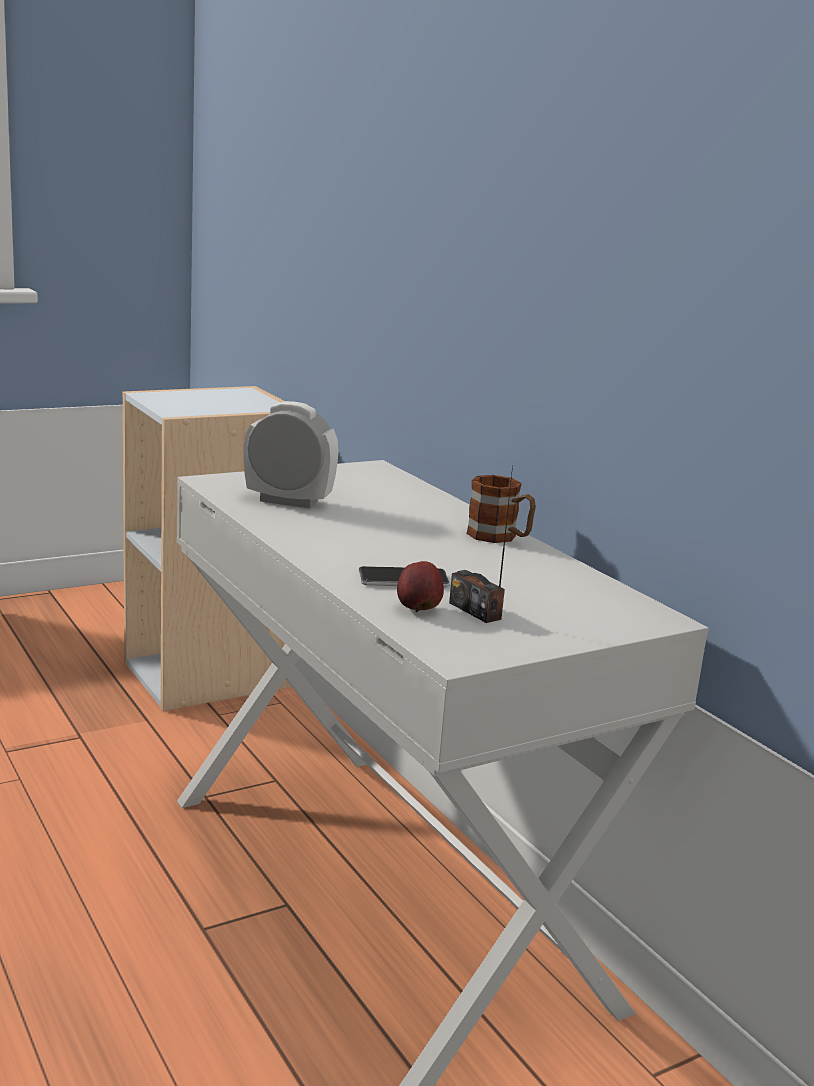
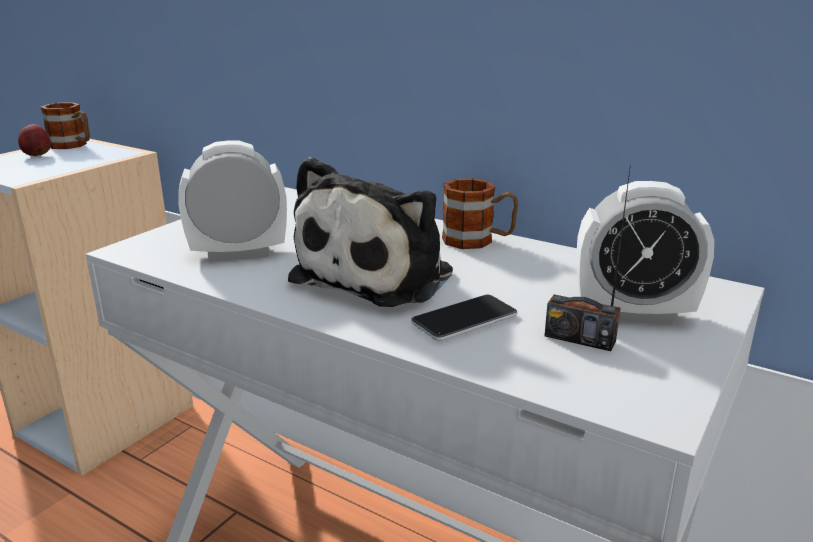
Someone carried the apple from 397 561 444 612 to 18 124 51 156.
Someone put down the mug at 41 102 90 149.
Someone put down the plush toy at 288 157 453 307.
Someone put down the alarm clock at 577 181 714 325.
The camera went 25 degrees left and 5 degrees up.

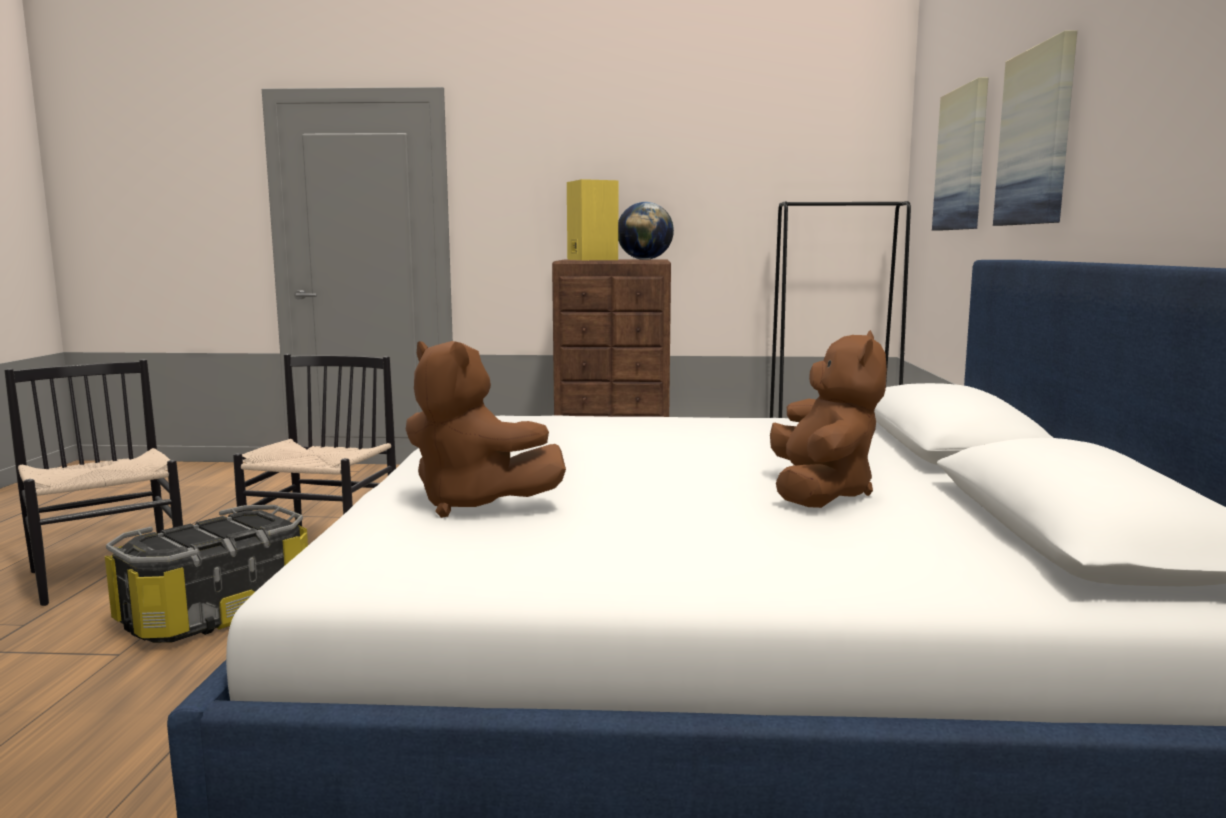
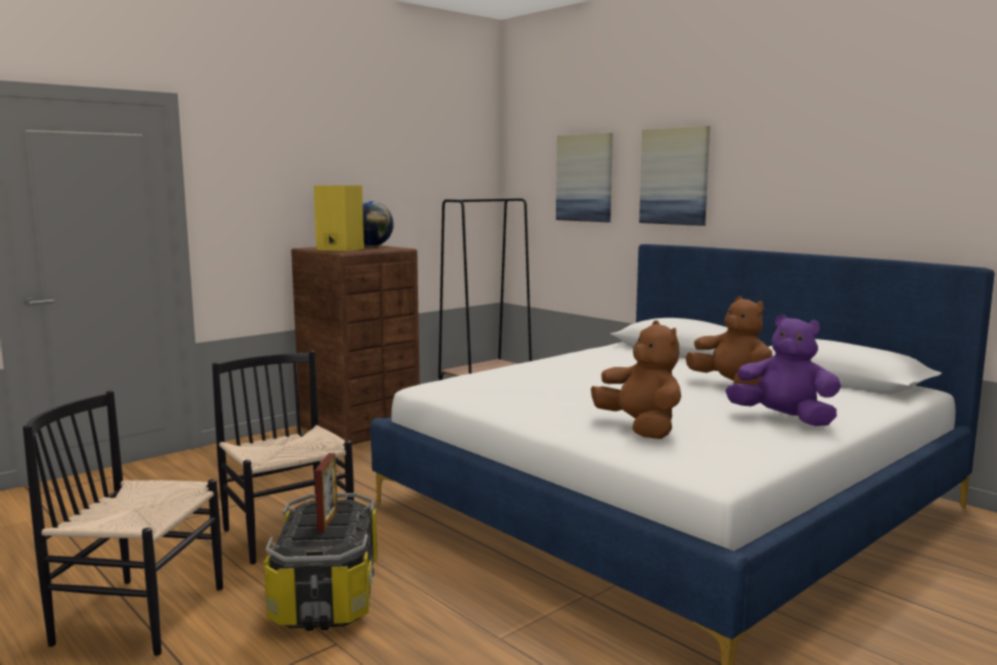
Someone rotated the plush toy in brown at 406 341 566 518 by 105 degrees counterclockwise.
Someone put down the plush toy in purple at 725 315 841 426.
Someone put down the picture frame at 315 453 338 532.
The camera went 45 degrees left and 0 degrees up.

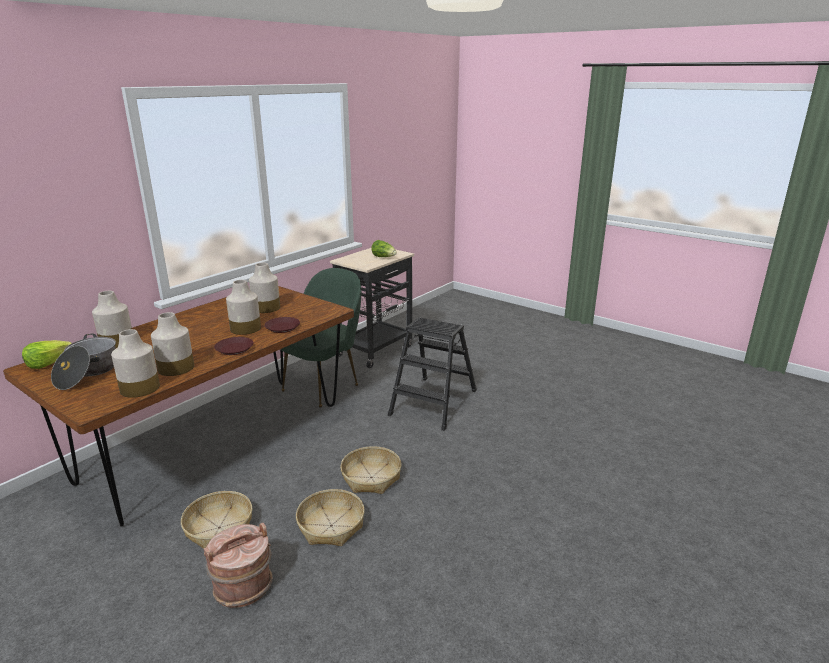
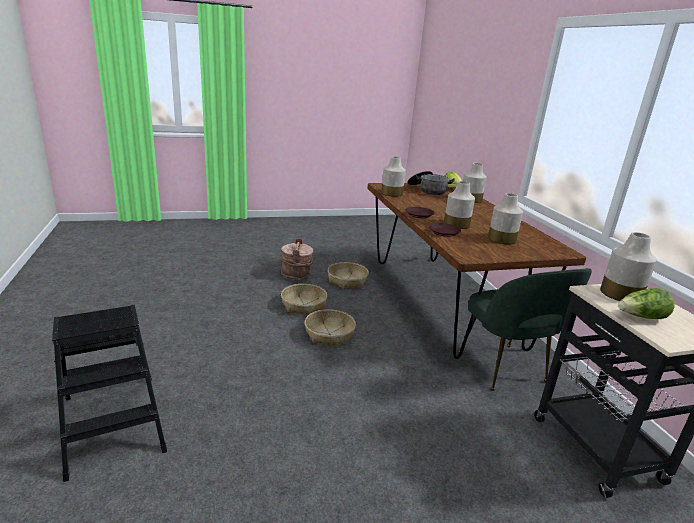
Someone carried the vase in beige from 151 312 194 376 to 600 232 657 301.
Someone carried the step ladder in black from 388 317 477 431 to 52 304 167 482.
The camera went 125 degrees right and 0 degrees up.

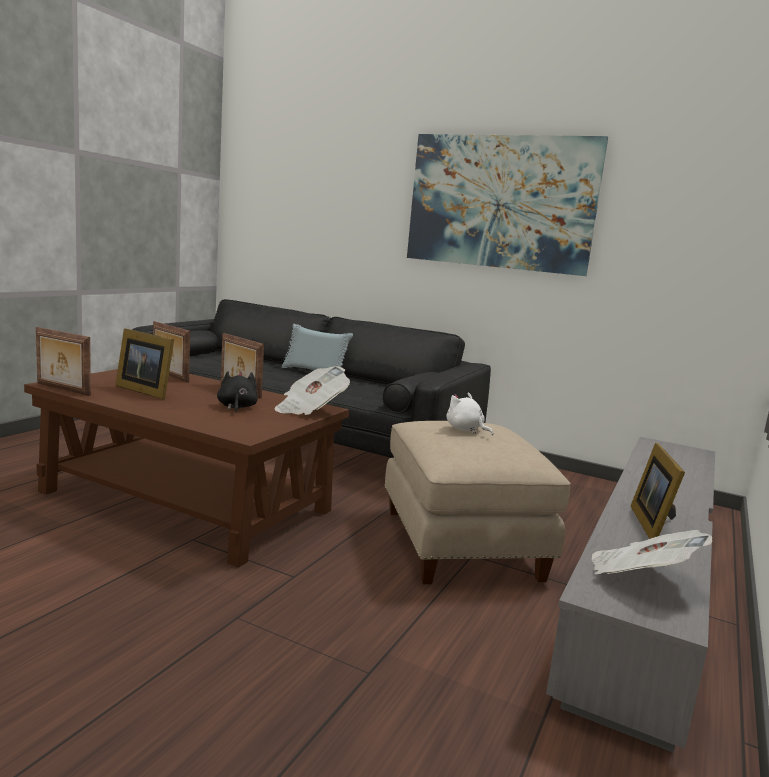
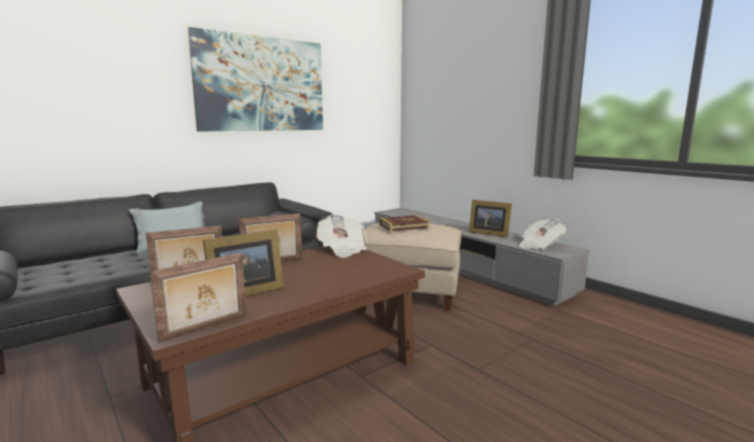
Someone took away the plush toy in black at 217 371 258 413.
Someone swapped the plush toy in white at 447 392 493 435 for the book at 379 215 429 231.
The camera went 65 degrees left and 0 degrees up.

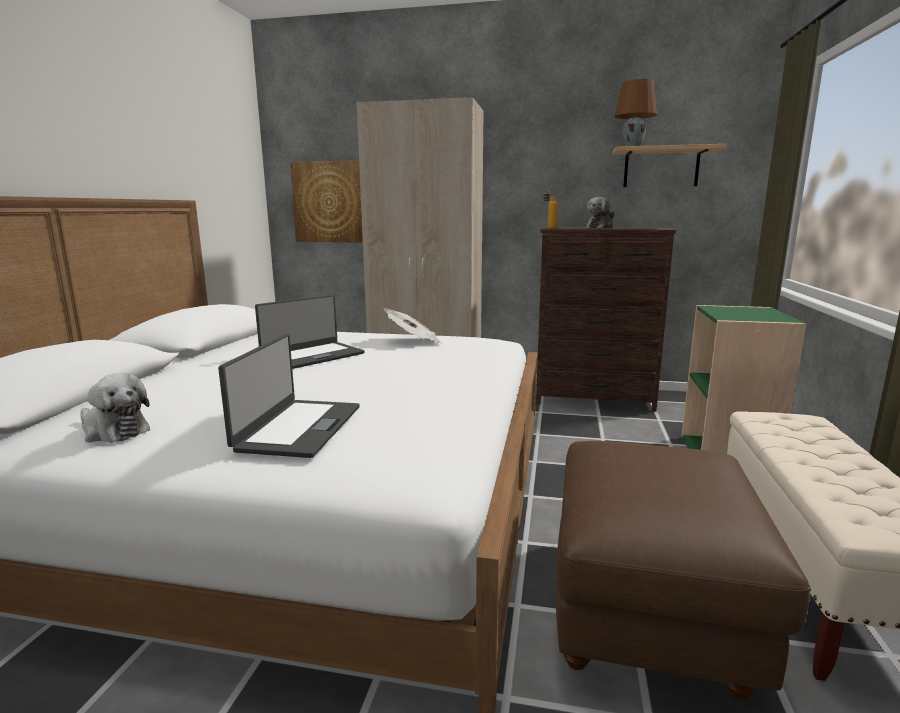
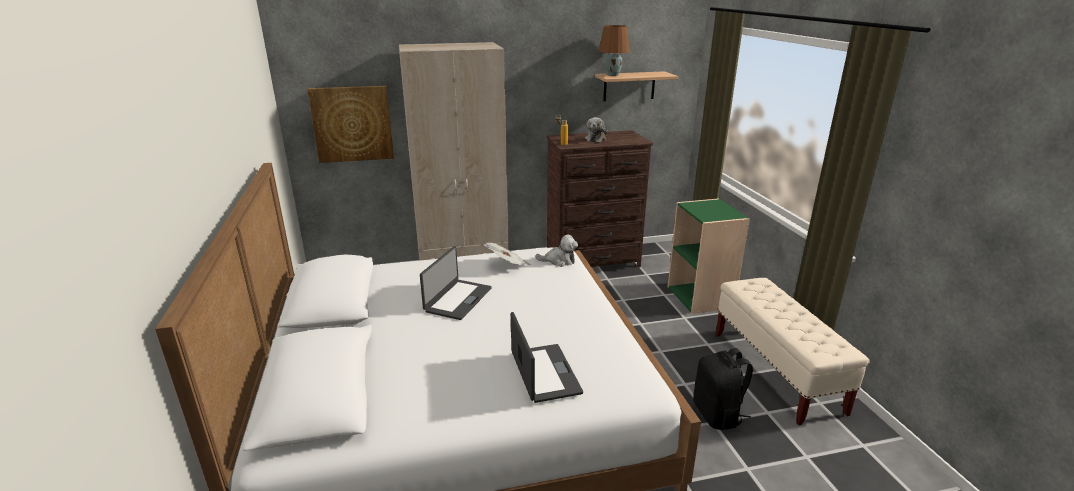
Someone carried the plush toy from 80 373 150 443 to 535 235 578 267.
Someone swapped the ottoman in brown at 555 441 810 700 for the backpack in black at 693 348 753 430.
The camera went 25 degrees left and 10 degrees up.

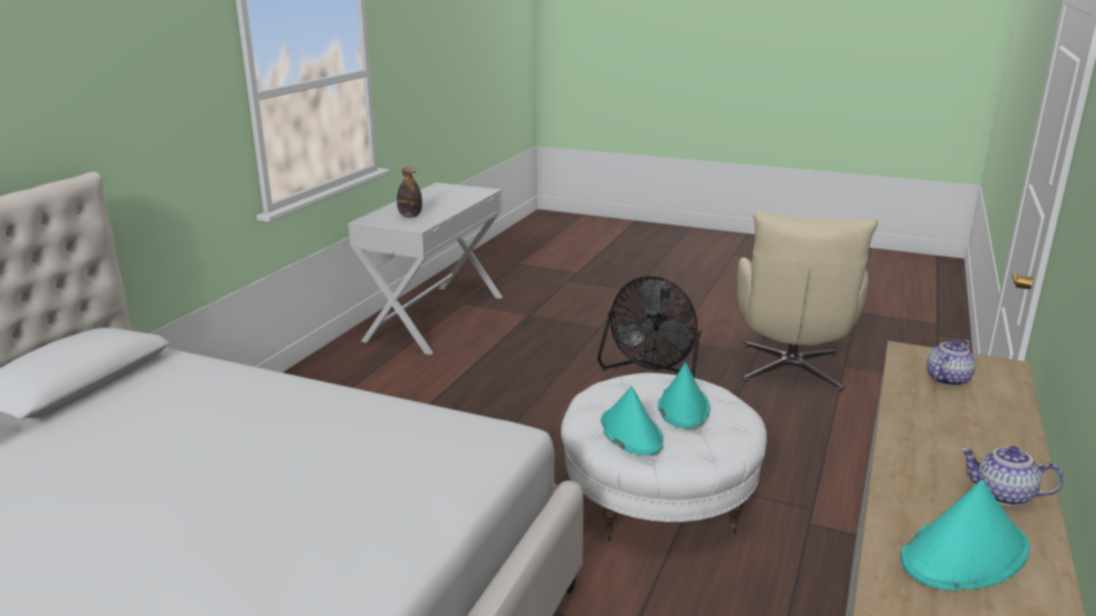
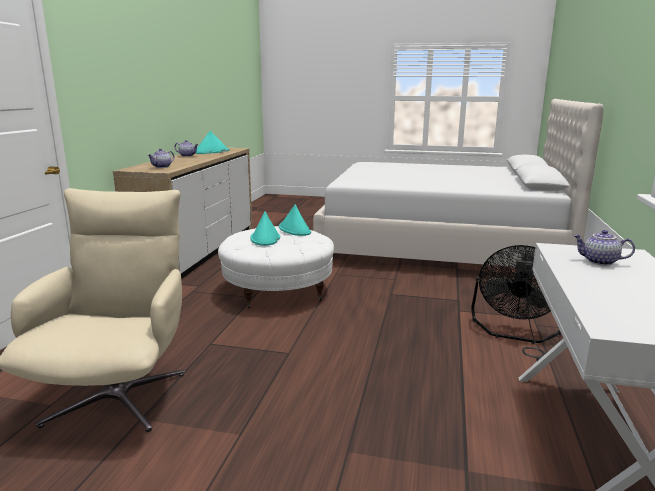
Someone swapped the bottle at 397 167 422 218 for the teapot at 573 230 635 266.
Someone carried the fan in black from 598 276 701 377 to 471 245 561 361.
The camera went 170 degrees right and 5 degrees down.

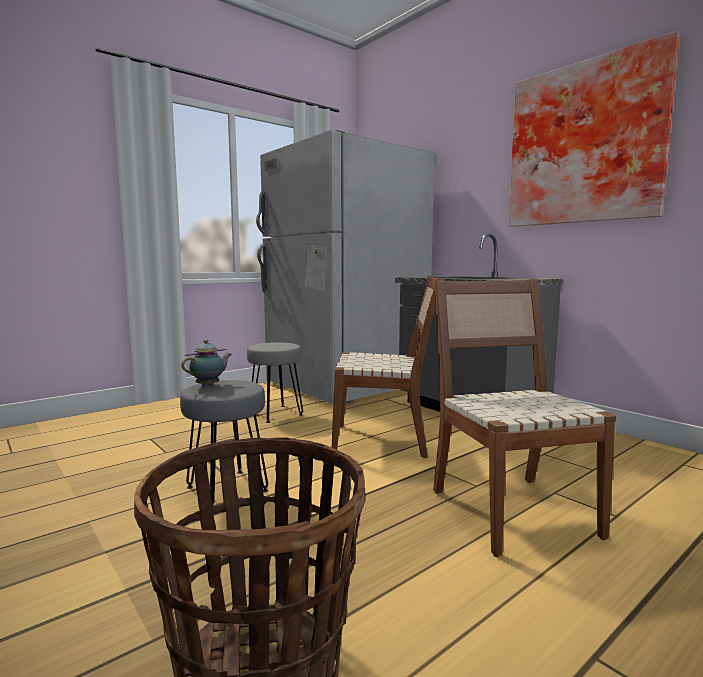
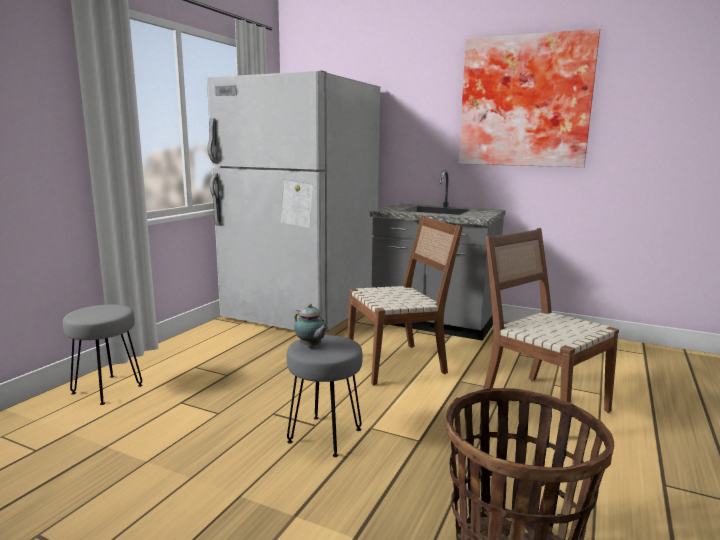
Someone rotated the teapot at 181 340 232 387 by 120 degrees clockwise.
Someone carried the stool in grey from 247 342 303 423 to 63 304 143 405.
The camera went 25 degrees left and 5 degrees up.

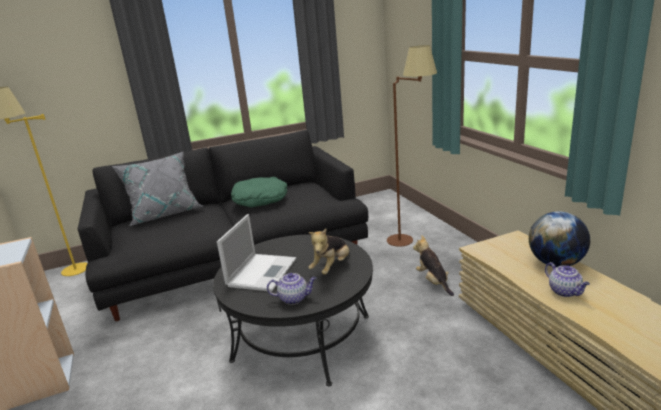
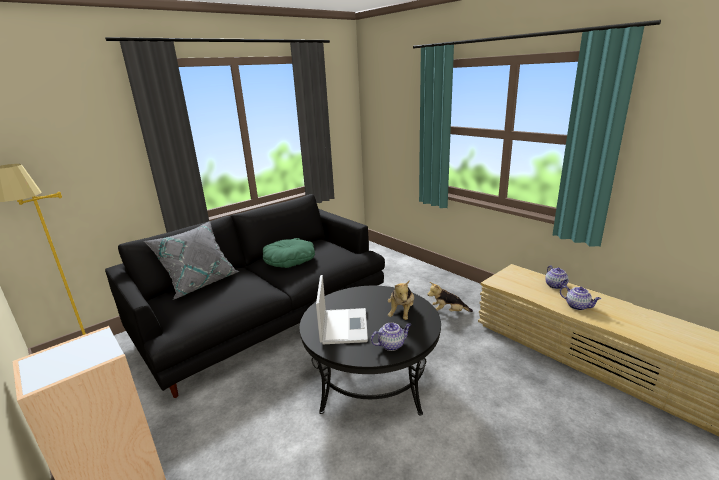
Someone took away the floor lamp in brown at 387 45 437 247.
Someone swapped the globe at 529 211 590 267 for the teapot at 545 265 569 289.
Someone rotated the plush toy at 413 235 454 296 by 45 degrees counterclockwise.
The camera went 20 degrees left and 0 degrees up.

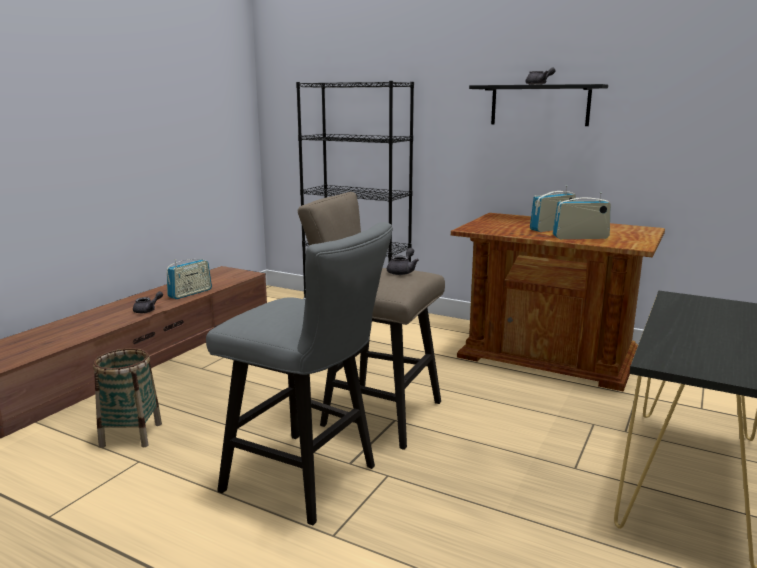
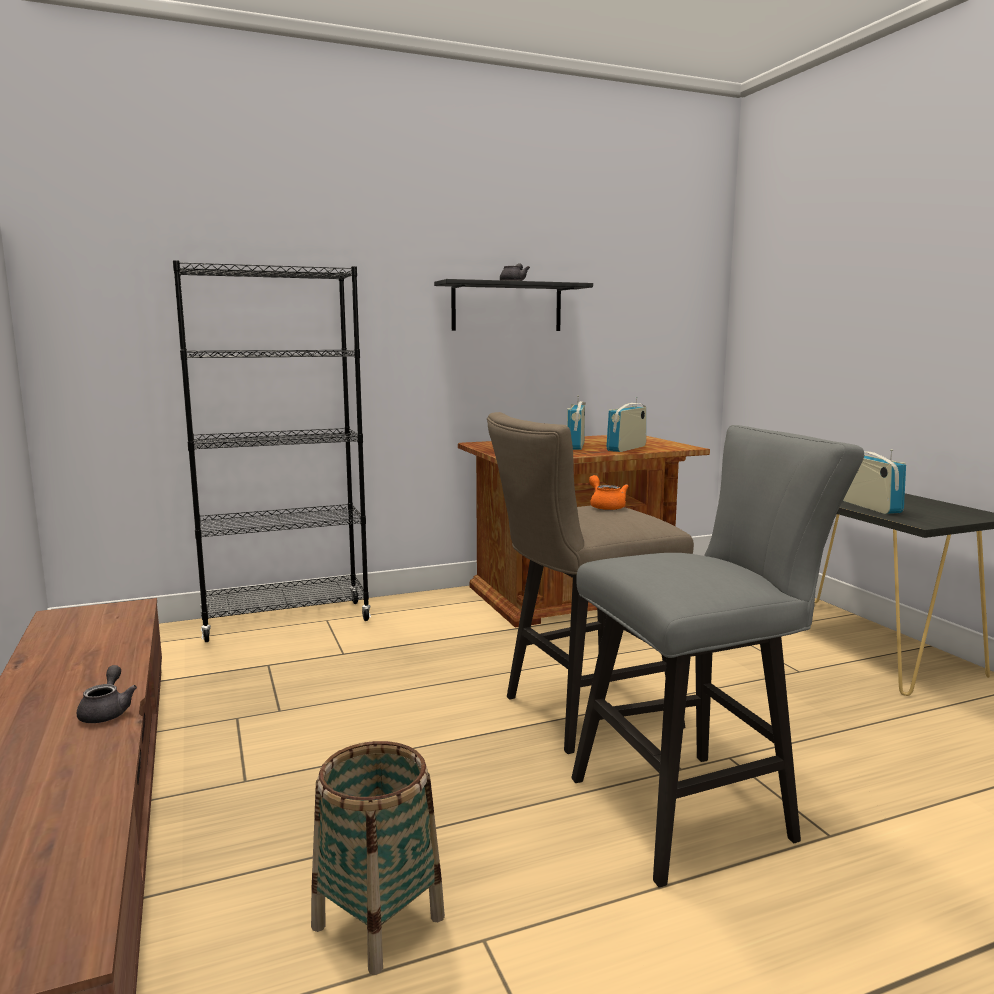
Someone repainted the teapot in grey at 387 248 419 275, which became the teapot in orange at 589 475 629 510.
Someone carried the radio from 167 259 212 299 to 843 449 906 514.
The camera went 50 degrees left and 5 degrees down.

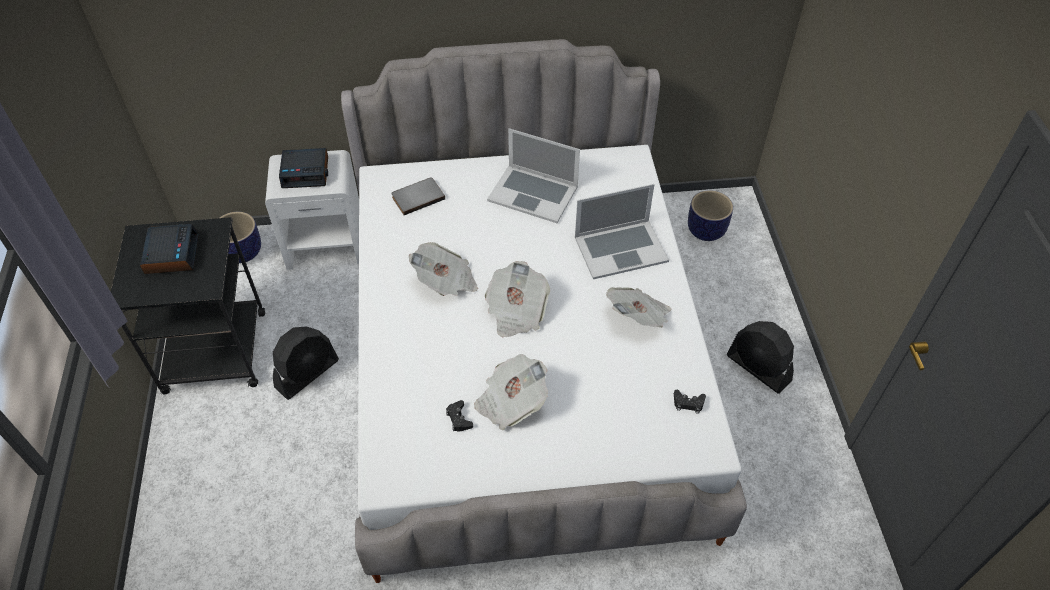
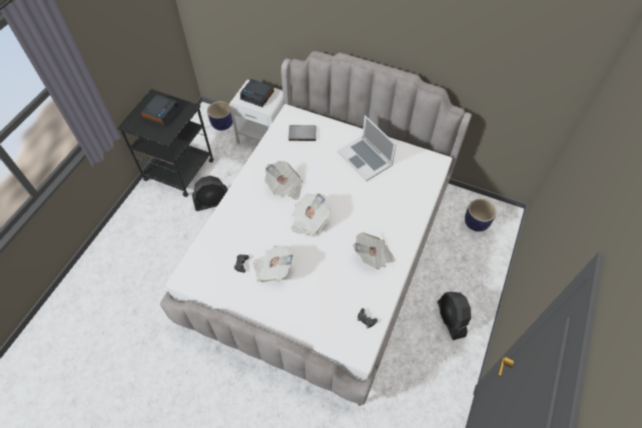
Someone took away the laptop at 575 184 669 279.
The camera went 30 degrees right and 5 degrees up.

